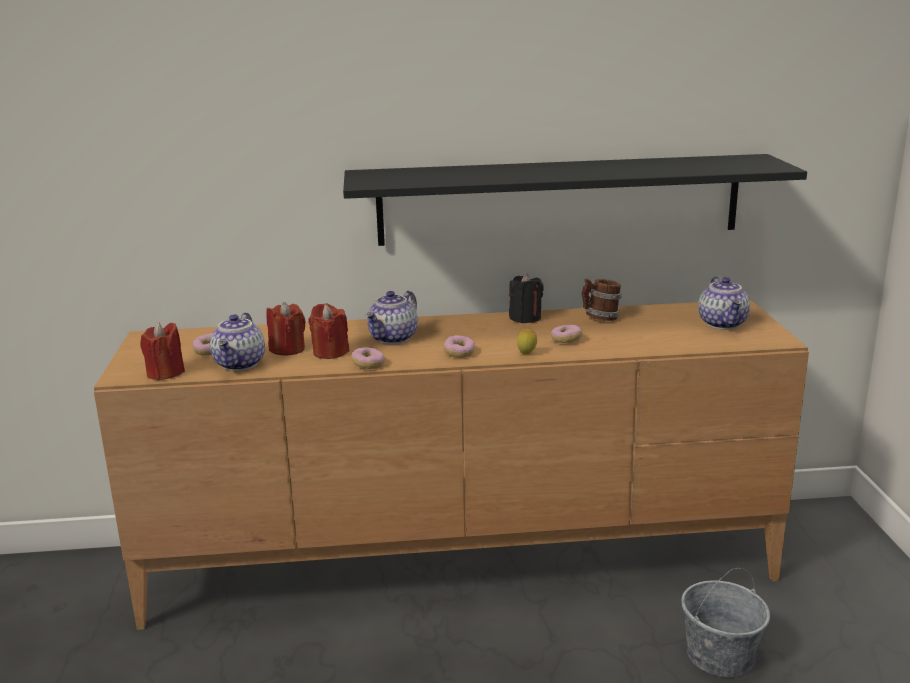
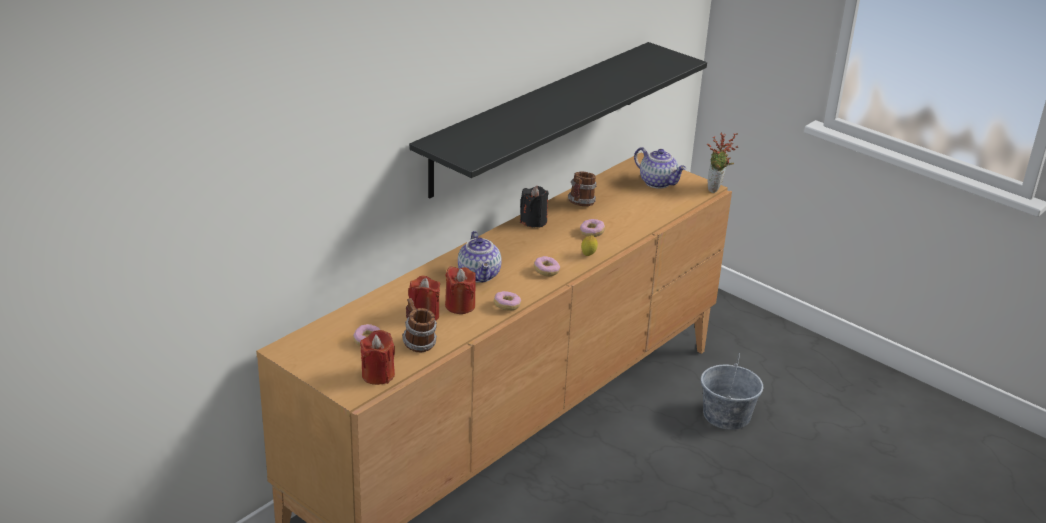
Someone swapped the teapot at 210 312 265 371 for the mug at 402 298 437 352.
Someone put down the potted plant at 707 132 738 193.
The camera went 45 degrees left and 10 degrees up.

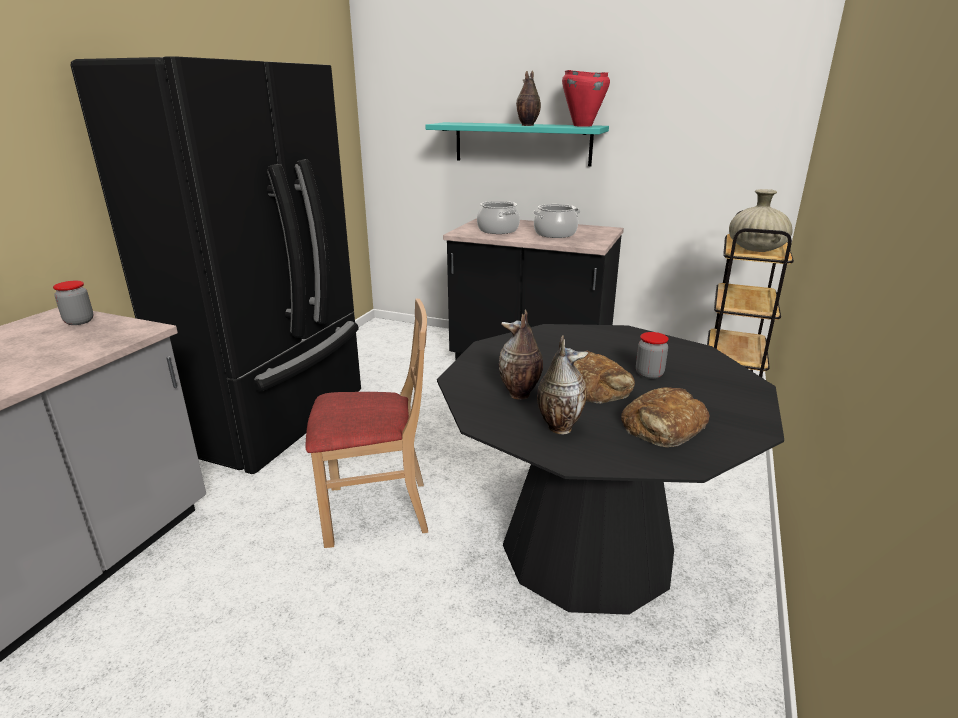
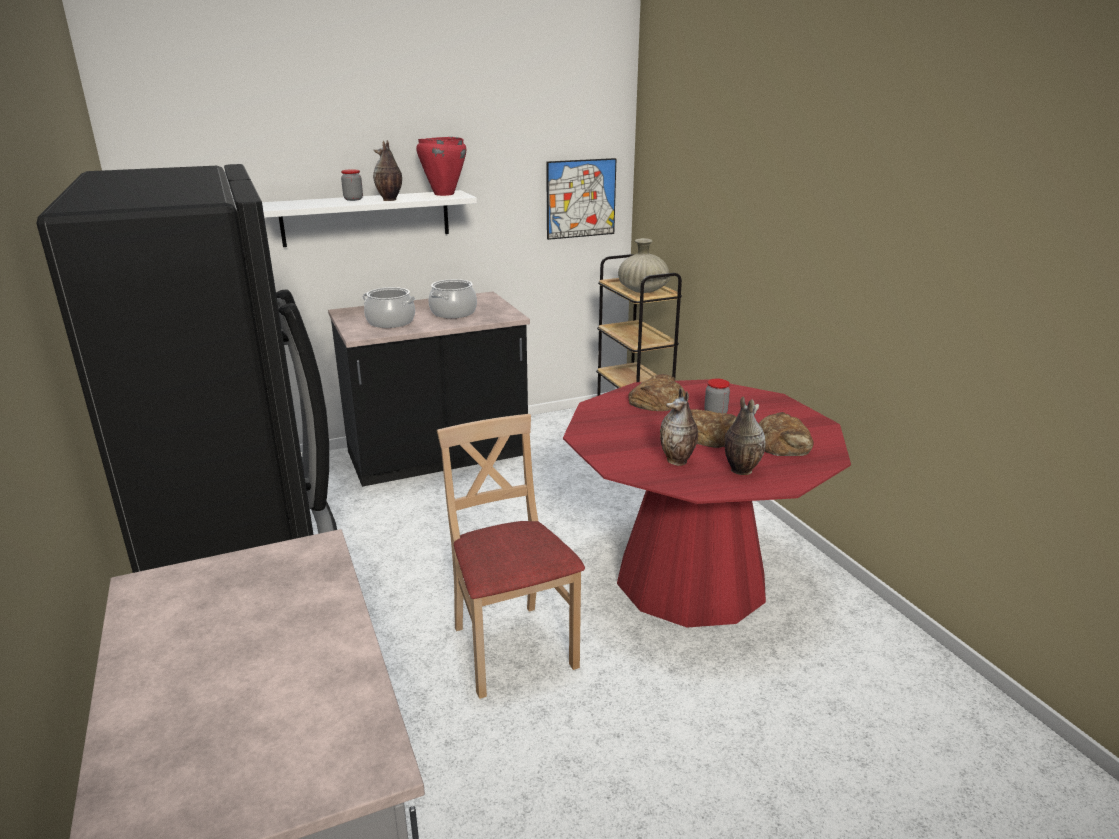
Someone repainted the shelf in turquoise at 425 122 609 166, which became the shelf in white at 262 190 477 247.
Someone carried the jar from 53 281 94 325 to 341 169 363 201.
Someone rotated the chair in beige at 306 299 428 548 by 60 degrees counterclockwise.
Someone repainted the dining table in black at 437 324 784 615, which became the dining table in red at 563 379 851 627.
Someone put up the picture at 546 158 617 240.
Someone put down the bread at 628 374 686 411.
The camera went 45 degrees left and 0 degrees up.

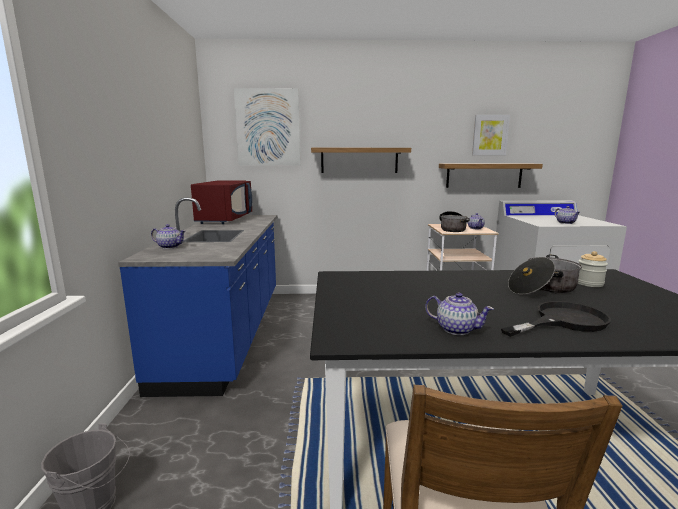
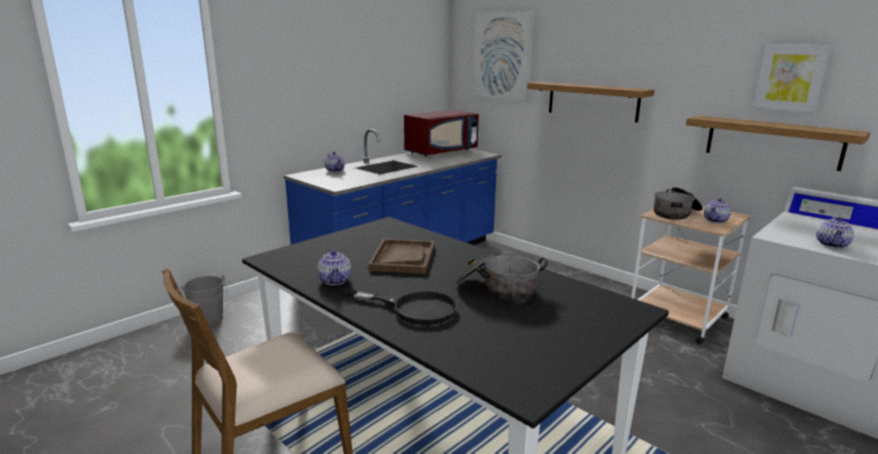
Someone took away the jar at 578 251 608 287.
Someone put down the tray in brown at 368 239 435 274.
The camera went 45 degrees right and 5 degrees up.

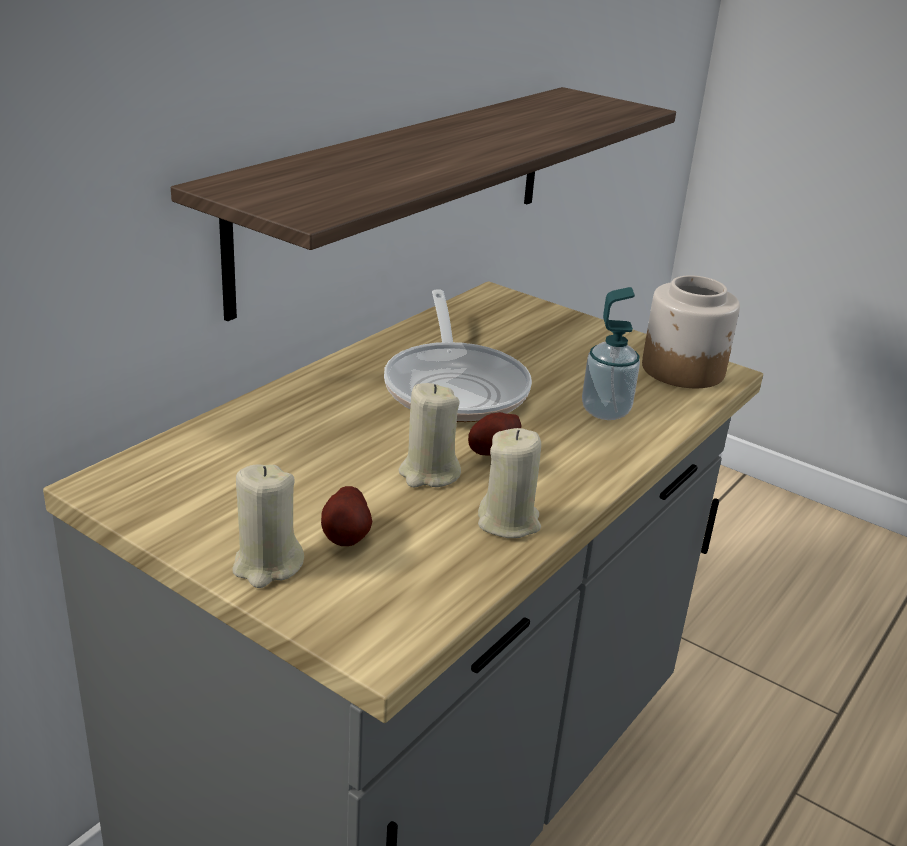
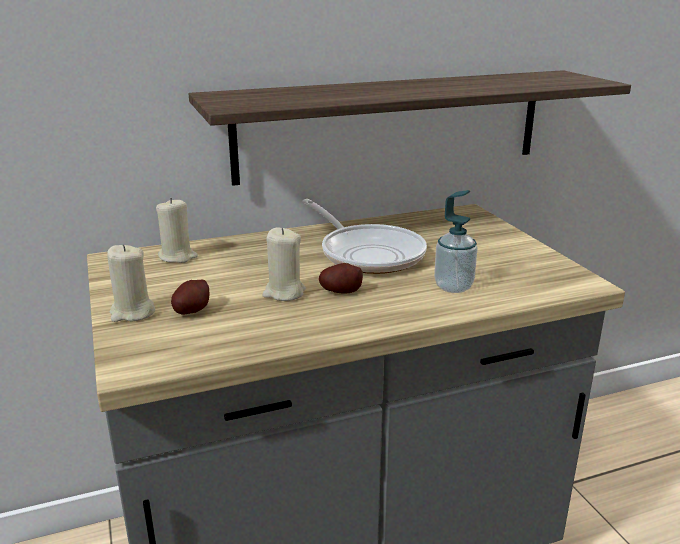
Someone took away the jar at 642 275 740 388.
Someone rotated the frying pan at 384 289 532 422 by 60 degrees counterclockwise.
Someone carried the candle in beige from 478 428 541 538 to 156 198 198 263.
The camera went 35 degrees right and 5 degrees down.

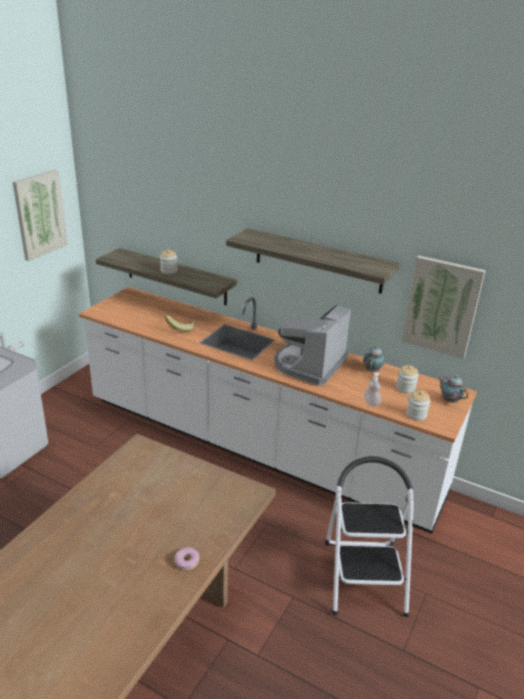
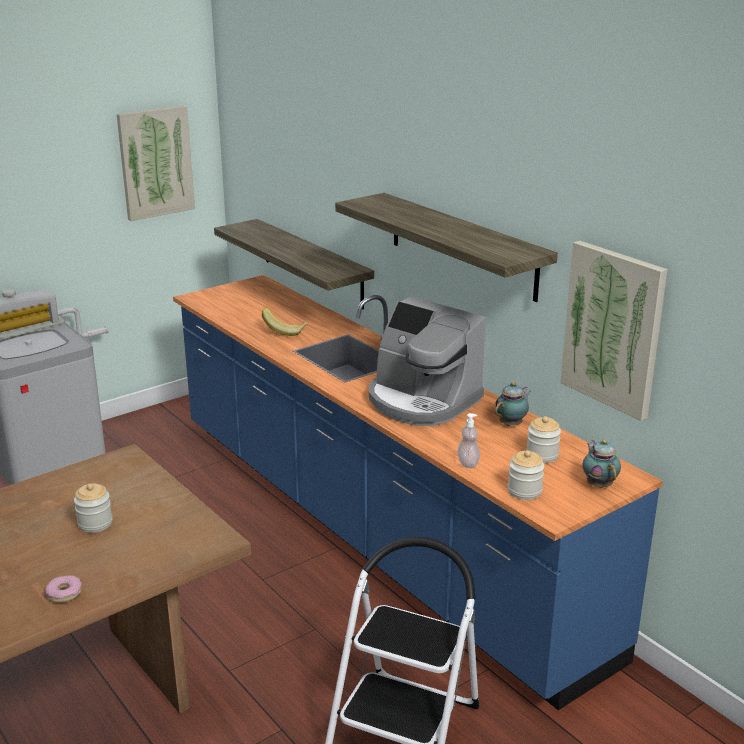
Someone carried the jar from 160 249 177 274 to 74 483 113 533.
Someone repainted the counter in white at 79 287 477 534, which became the counter in blue at 173 275 663 710.
Someone rotated the coffee machine at 274 304 351 386 by 105 degrees counterclockwise.
The camera went 25 degrees right and 5 degrees down.

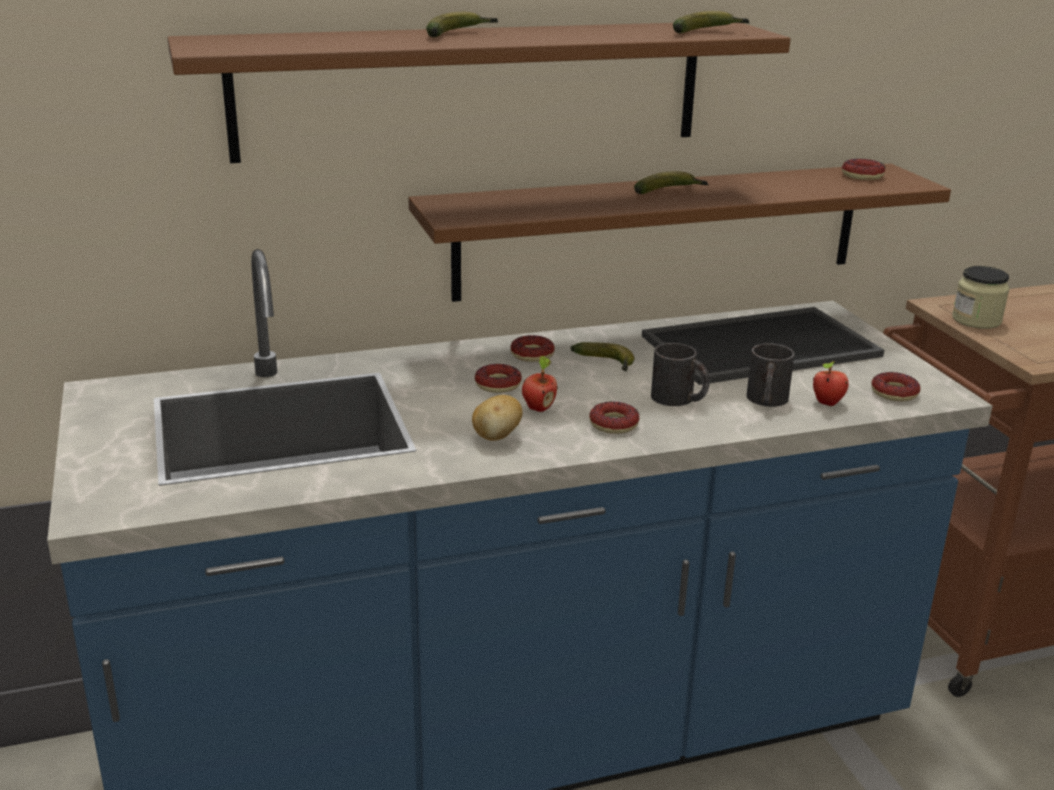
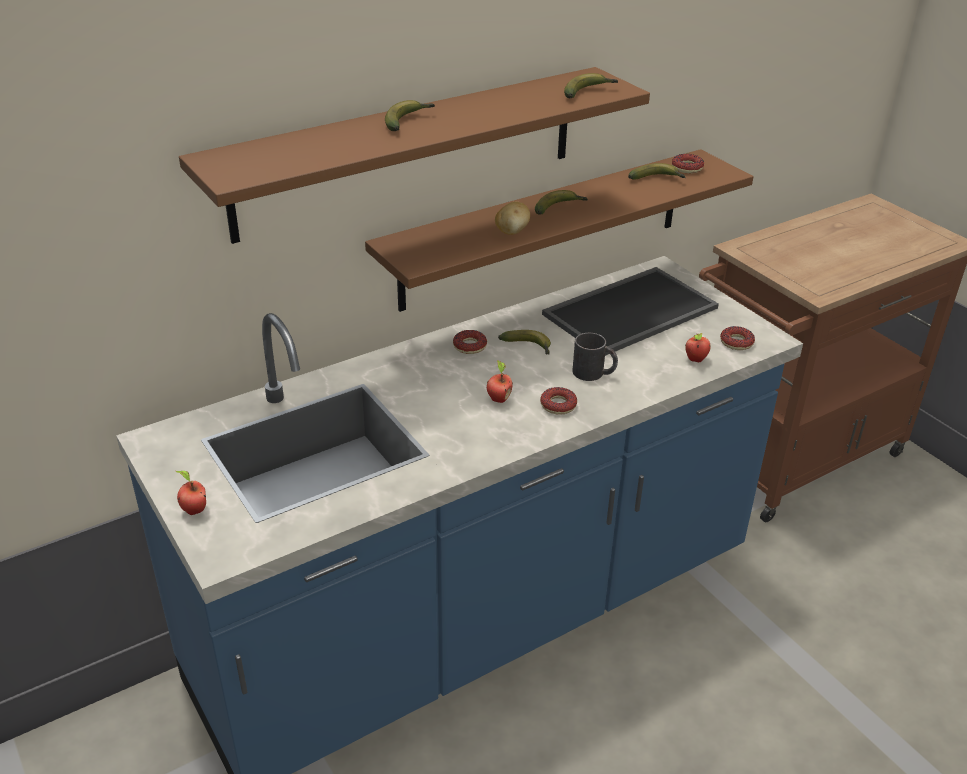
Someone took away the jar at 952 266 1010 329.
Someone took away the mug in black at 747 343 794 407.
Someone took away the donut at 475 364 522 393.
Someone carried the potato from 472 395 523 441 to 495 202 530 235.
Someone put down the banana at 628 163 685 179.
Someone put down the apple at 176 471 206 515.
The camera went 15 degrees left and 10 degrees up.

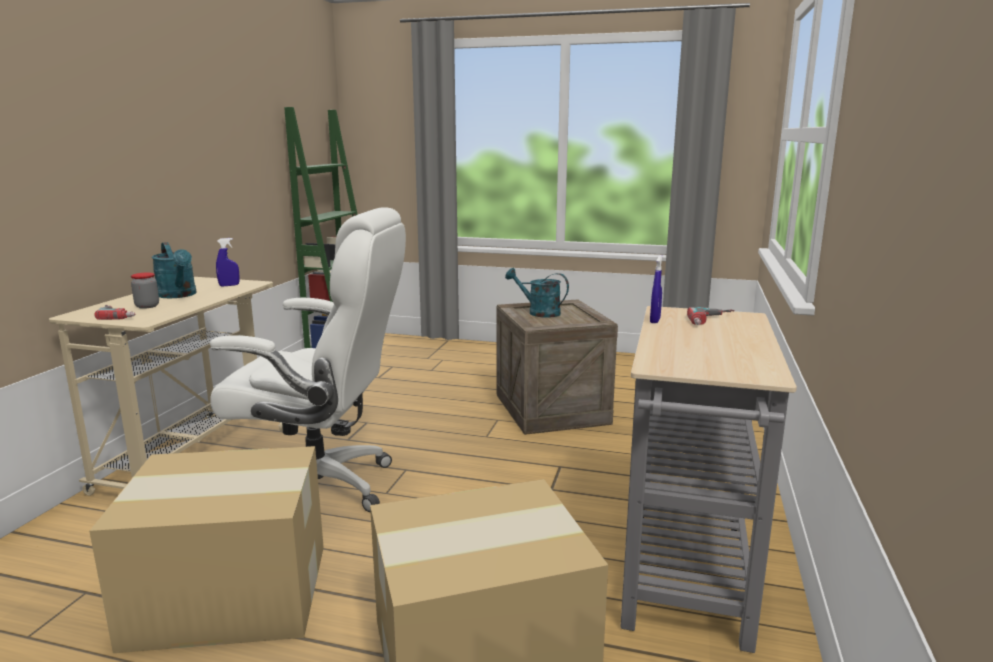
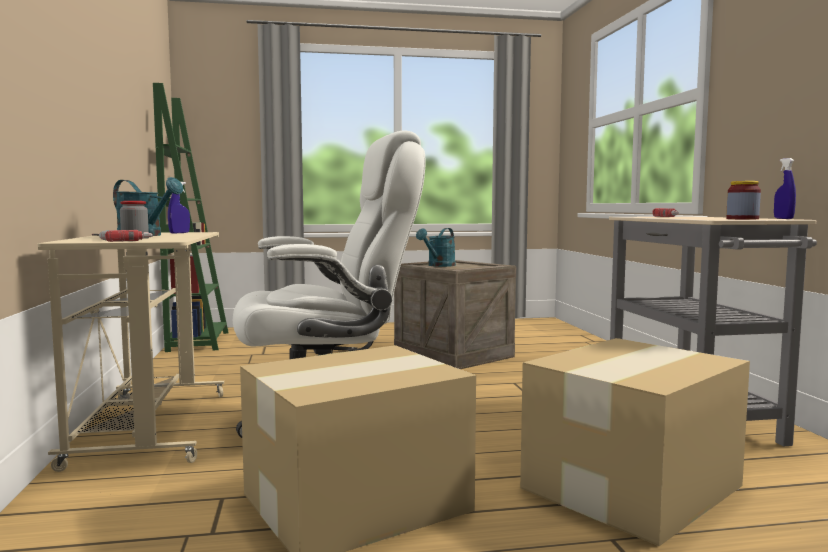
Someone carried the spray bottle in blue from 650 255 662 323 to 774 158 796 219.
Someone rotated the watering can in turquoise at 505 268 569 318 by 60 degrees counterclockwise.
Someone put down the jar at 726 181 761 220.
The camera went 25 degrees left and 10 degrees down.

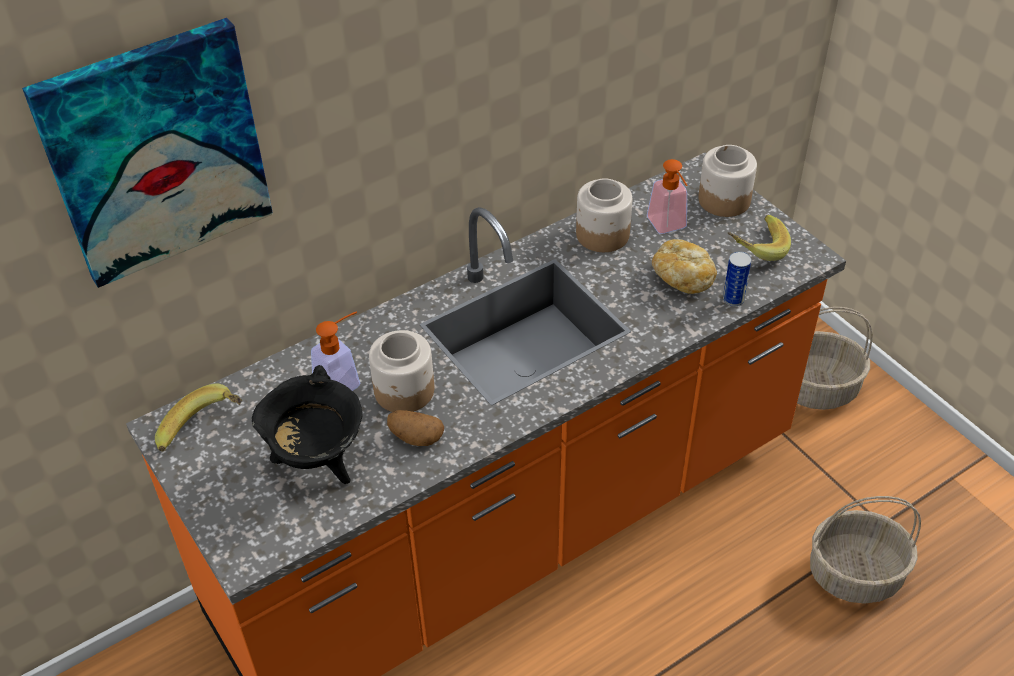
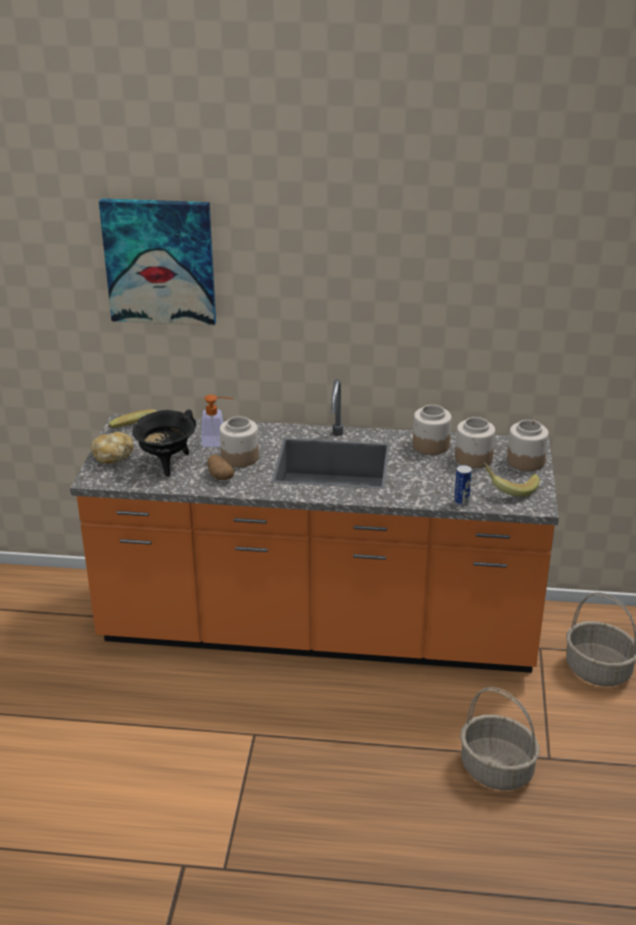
Someone swapped the soap dispenser at 647 159 688 234 for the jar at 455 417 495 468.
Someone carried the bread from 652 239 717 294 to 91 432 134 464.
The camera went 40 degrees right and 15 degrees down.

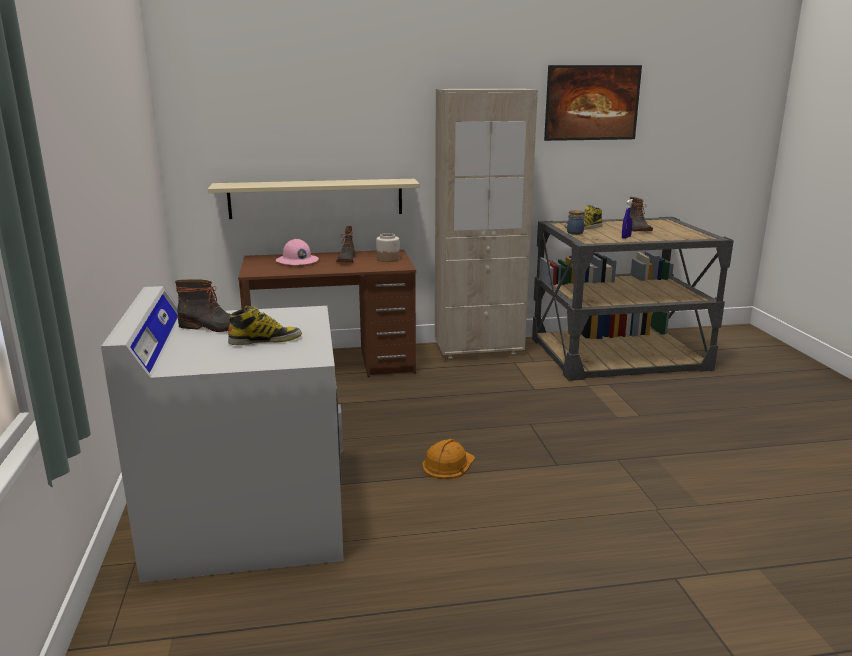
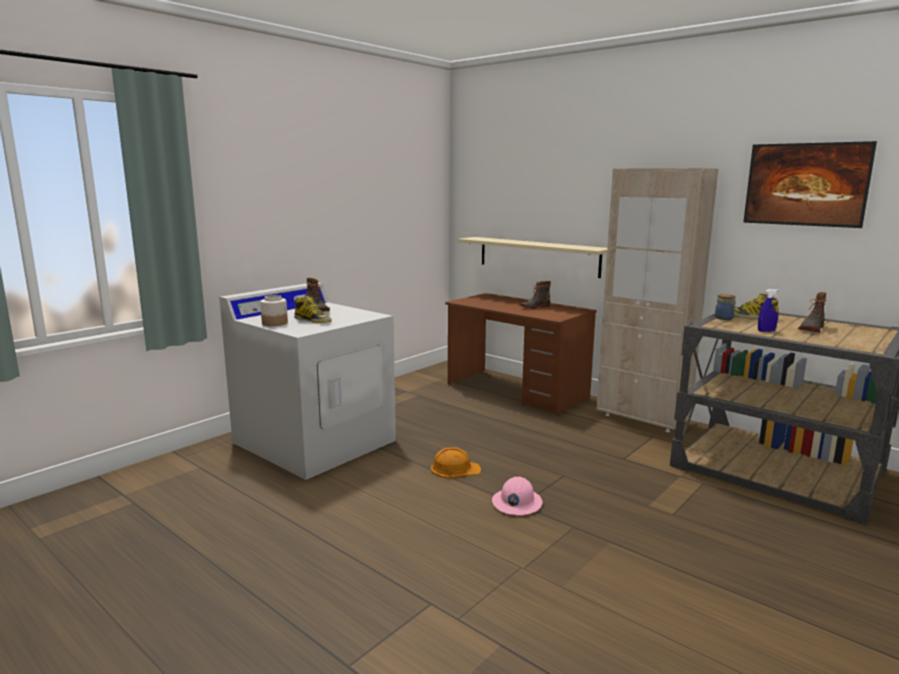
Someone carried the jar from 376 233 400 262 to 260 295 288 326.
Someone carried the hard hat in pink from 276 239 319 265 to 492 477 542 515.
The camera went 50 degrees right and 5 degrees down.

